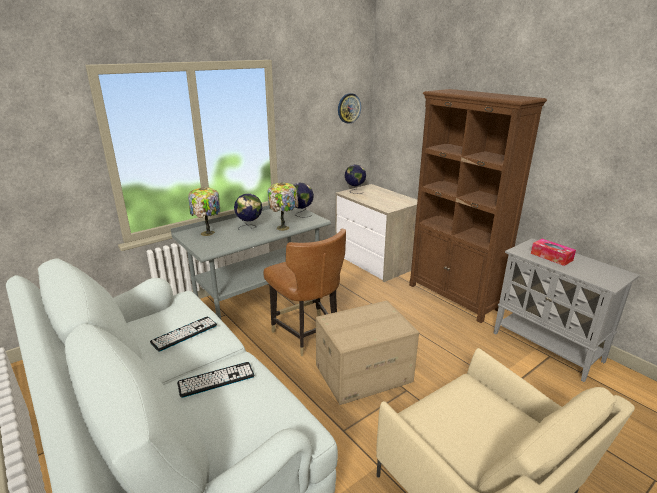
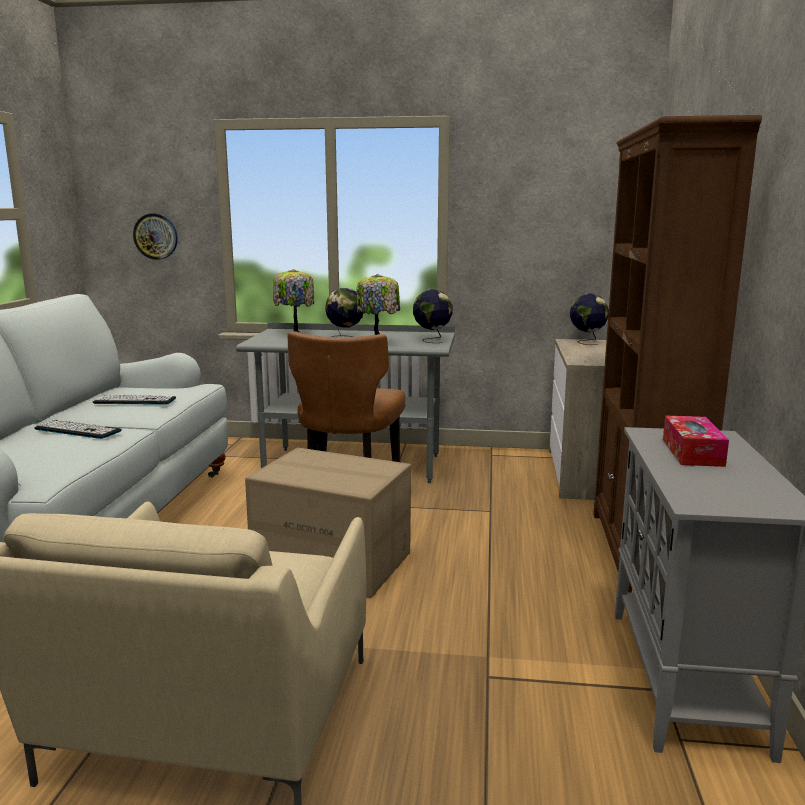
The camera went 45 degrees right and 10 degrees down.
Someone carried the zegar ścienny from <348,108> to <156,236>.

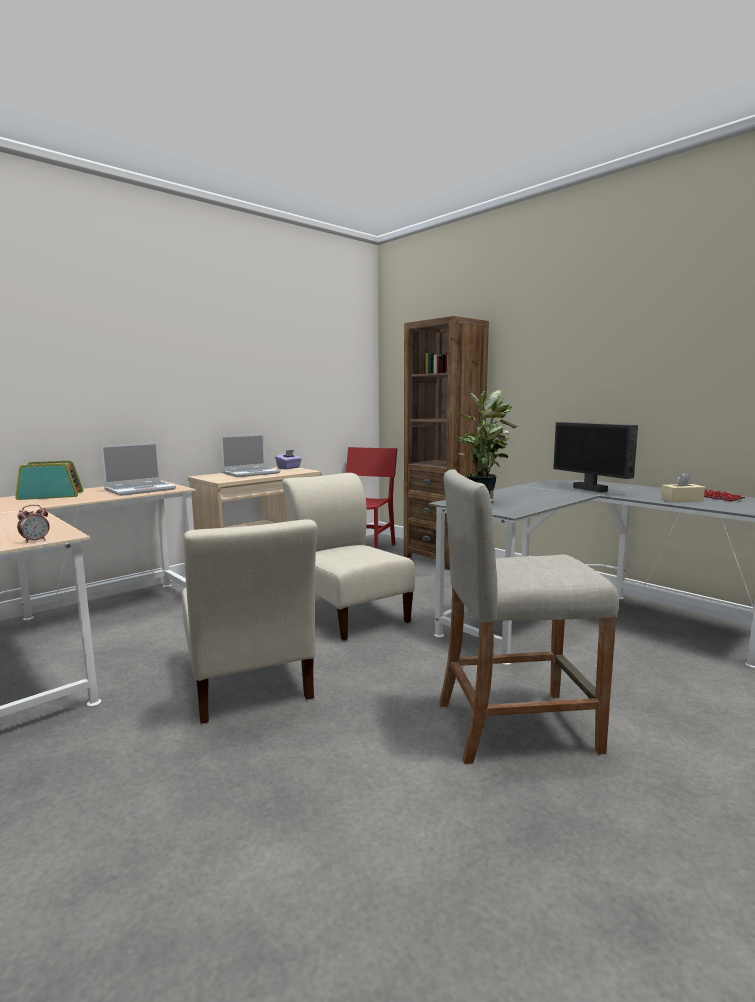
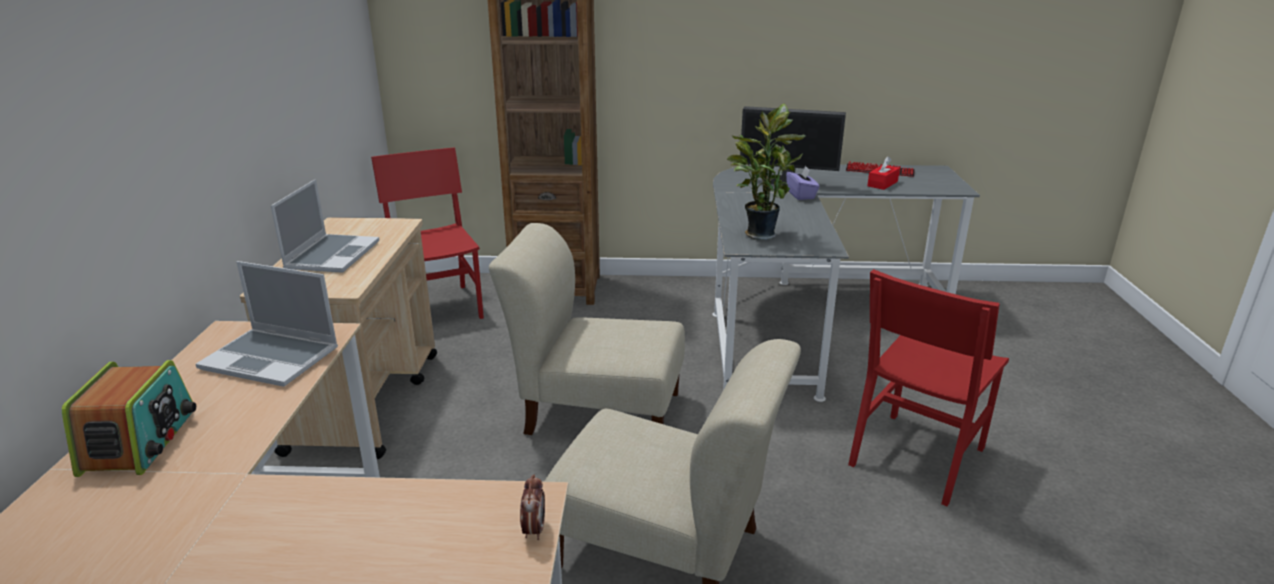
The camera went 45 degrees left and 15 degrees up.
Someone rotated the radio at <51,496> by 150 degrees clockwise.
Someone rotated the laptop at <141,490> by 105 degrees clockwise.
Someone carried the pudełko chusteczek/fioletowy from <289,468> to <801,195>.
Someone swapped the stołek/beżowy at <515,726> for the krzesło/czerwony at <917,456>.
Someone repainted the pudełko chusteczek/beżowy at <681,500>, which became the pudełko chusteczek/czerwony at <882,184>.

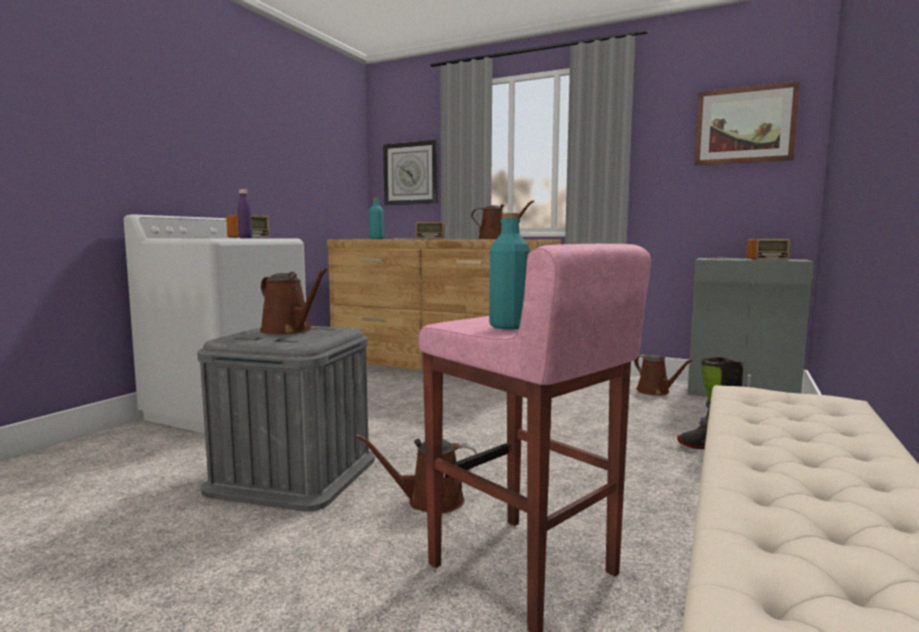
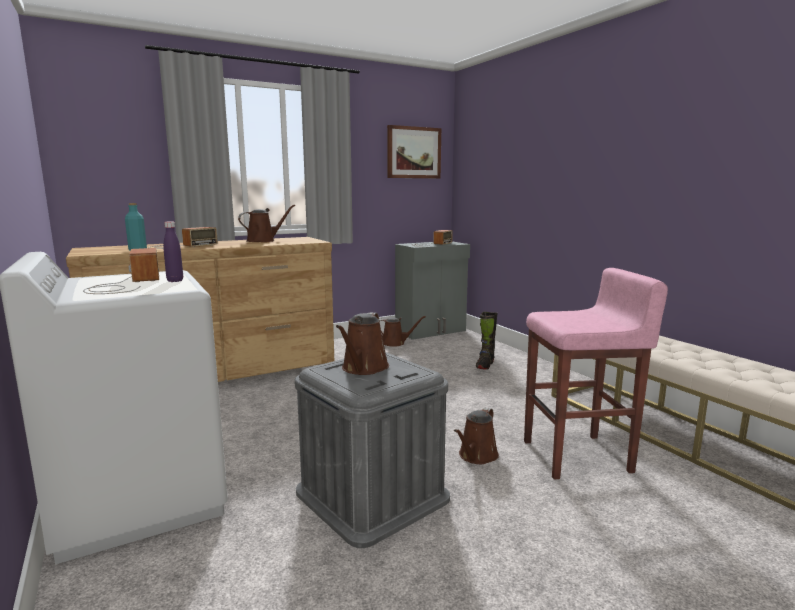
The camera went 55 degrees left and 5 degrees up.
Someone rotated the konewka/brązowy at <289,331> by 120 degrees clockwise.
Someone took away the zegar ścienny at <411,173>.
Someone took away the butelka/turkusowy at <509,326>.

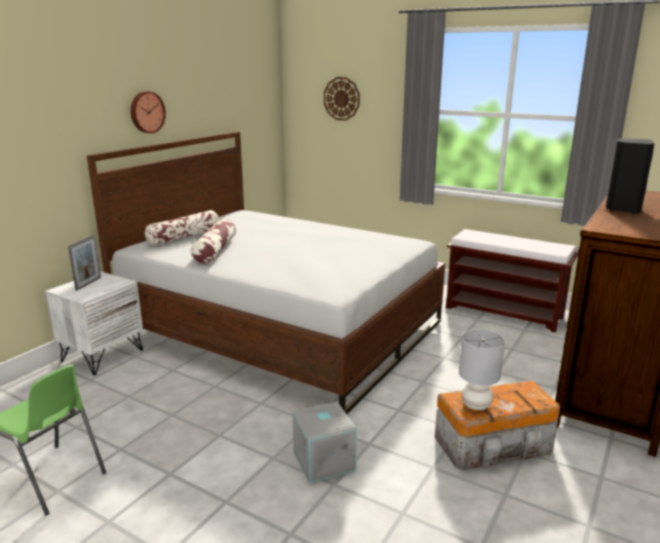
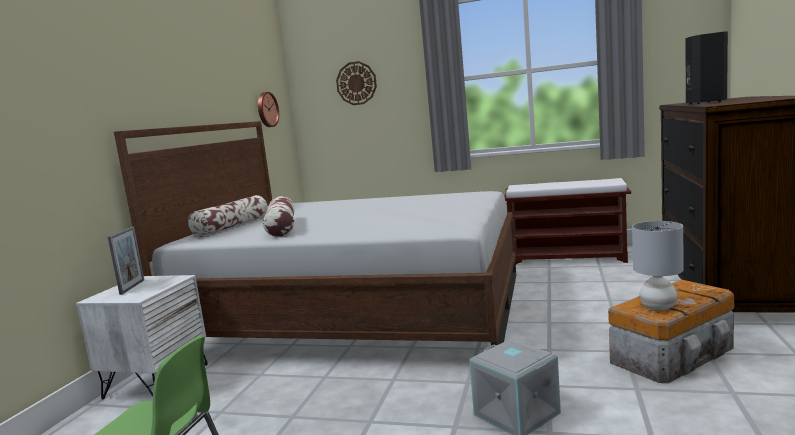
The camera went 15 degrees left and 10 degrees down.
Someone carried the zegar ścienny from <146,112> to <266,109>.

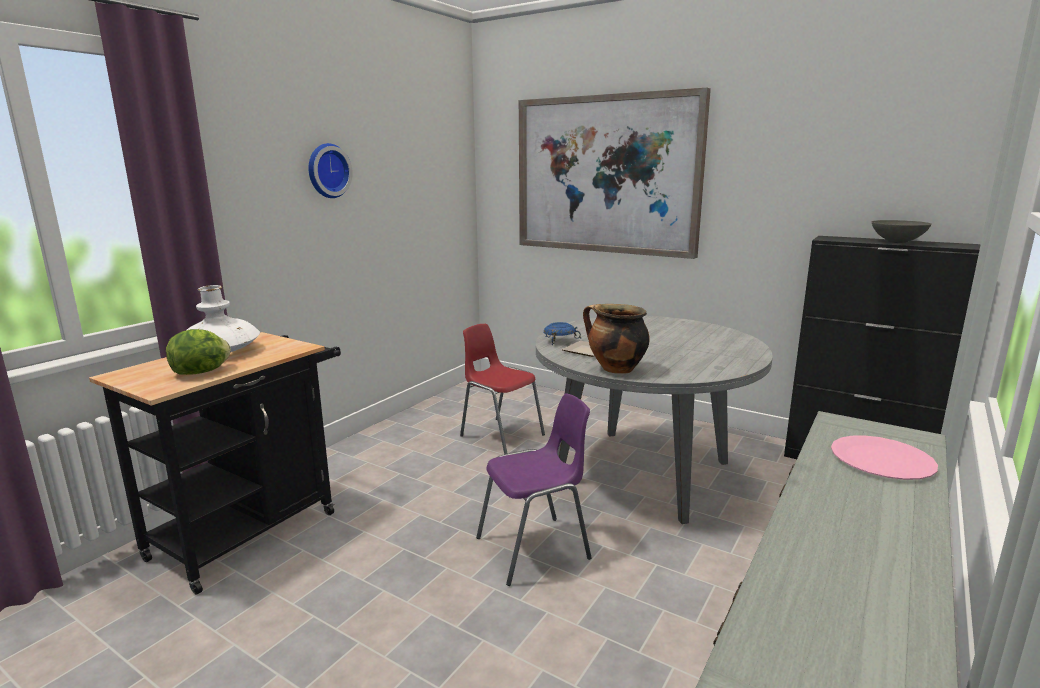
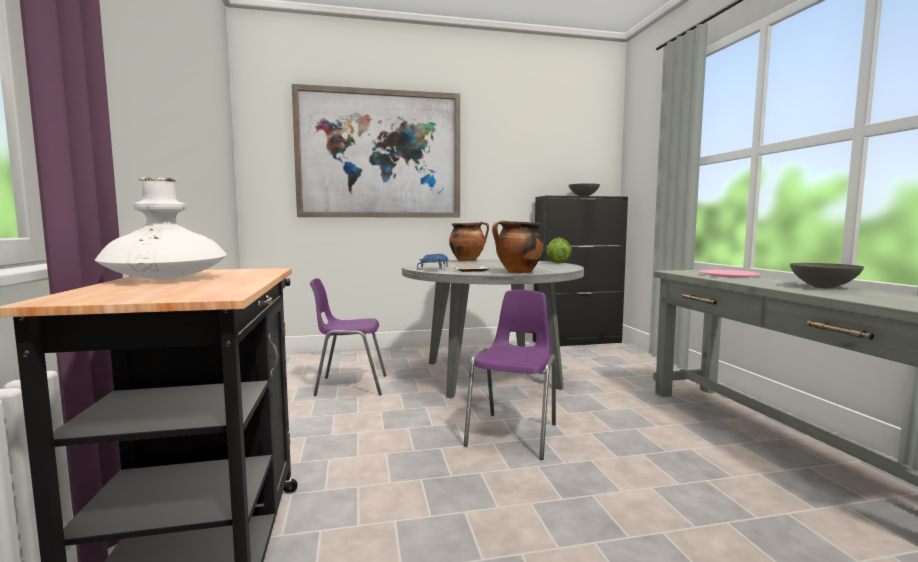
The camera went 45 degrees left and 10 degrees down.
Someone carried the sałata from <202,372> to <557,263>.
Someone took away the zegar ścienny at <327,171>.
Someone repainted the krzesło/czerwony at <500,435>, which became the krzesło/fioletowy at <349,385>.
Someone put down the garnek at <468,260>.
Someone put down the miska/szary at <822,287>.

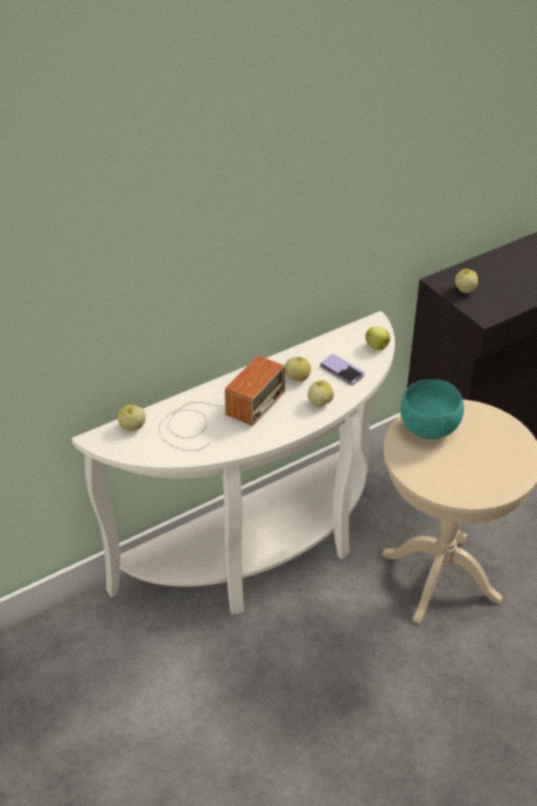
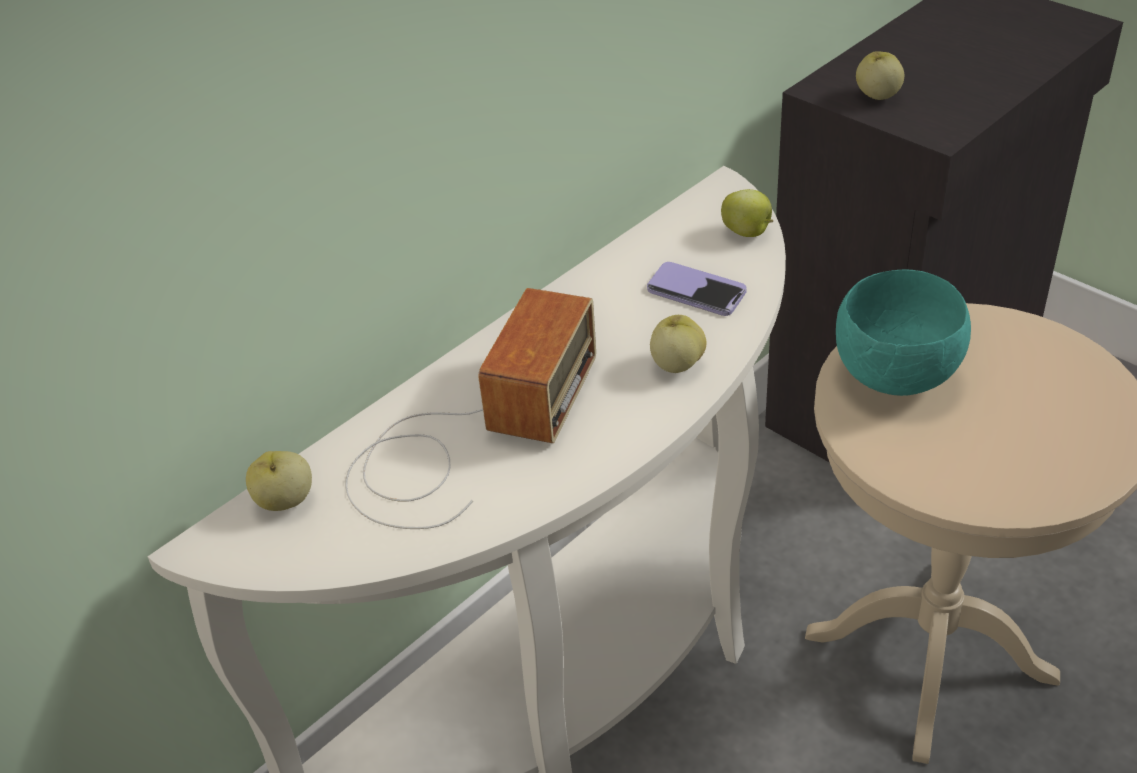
The camera went 10 degrees left and 0 degrees up.
Someone took away the jabłko at <297,378>.

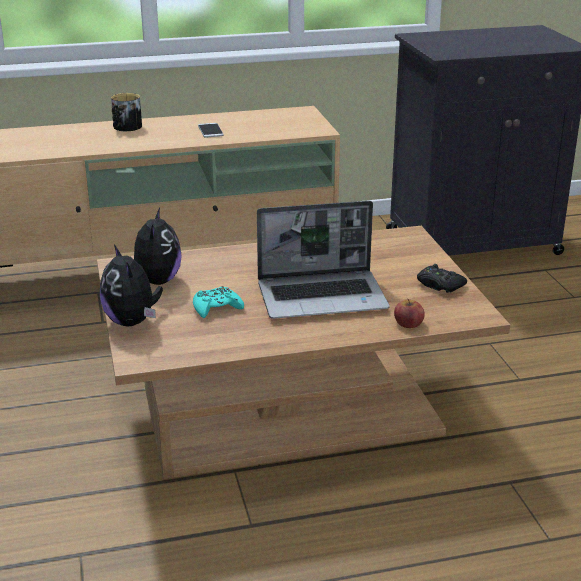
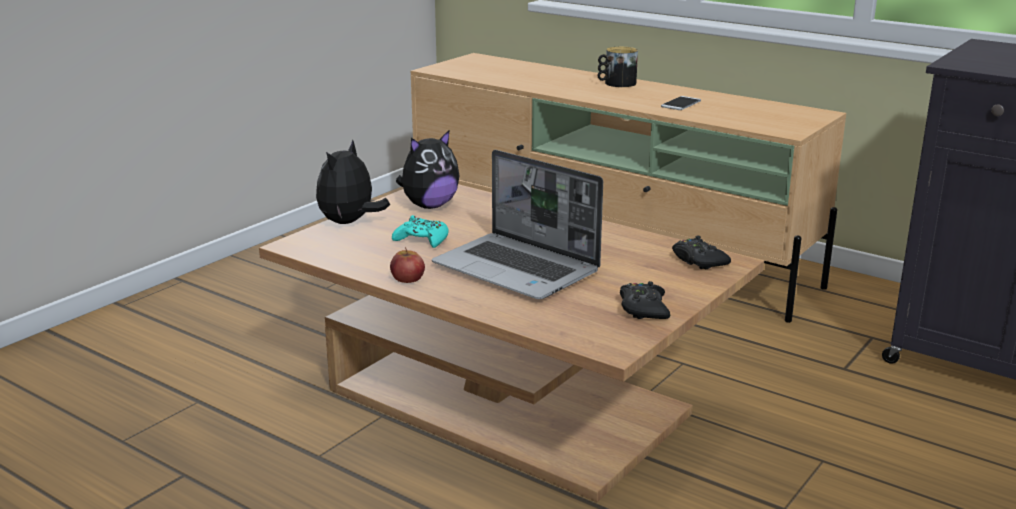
The camera went 50 degrees right and 5 degrees down.
Someone carried the jabłko from <408,323> to <407,278>.
Someone put down the pad do gier/czarny at <698,260>.

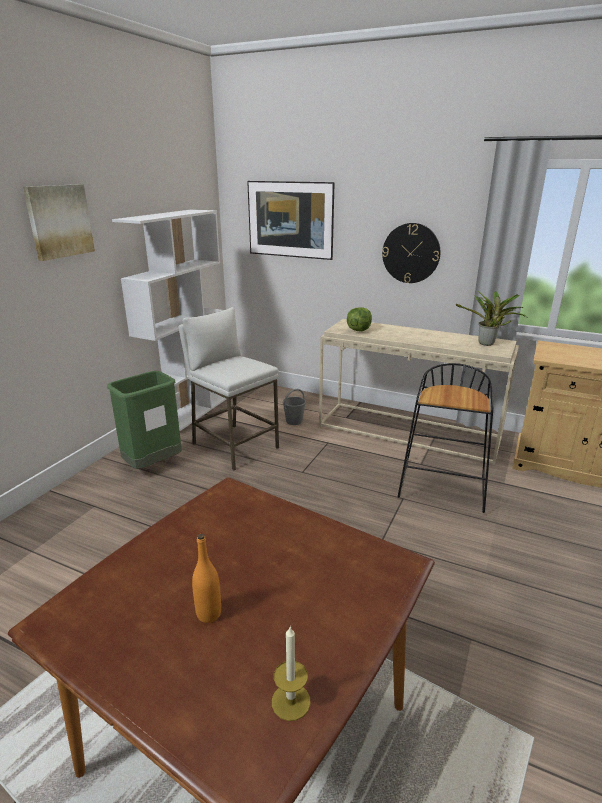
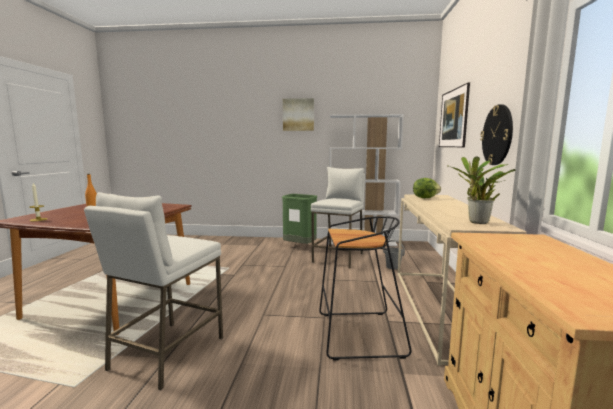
The camera went 70 degrees right and 15 degrees down.
Someone put down the stołek/biały at <167,353>.

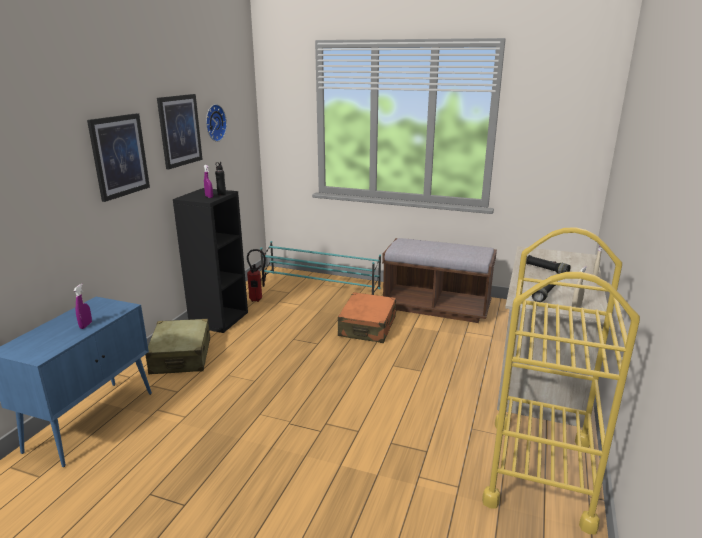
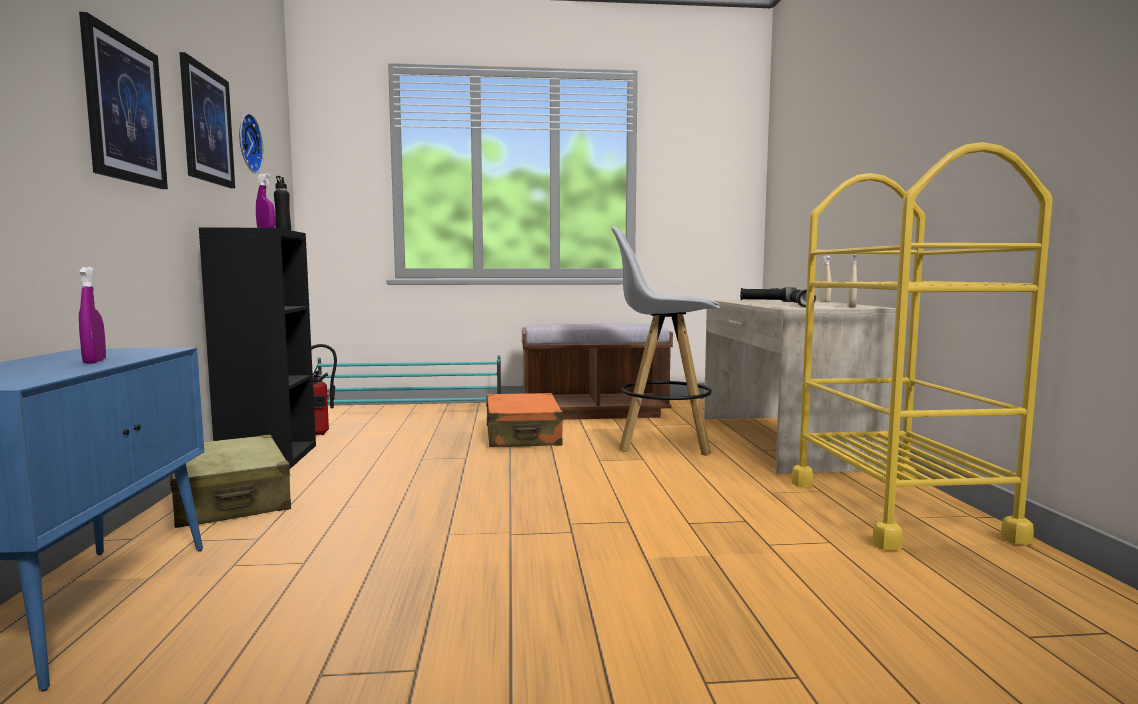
The camera went 25 degrees left and 15 degrees down.
Someone put down the stołek/biały at <662,442>.

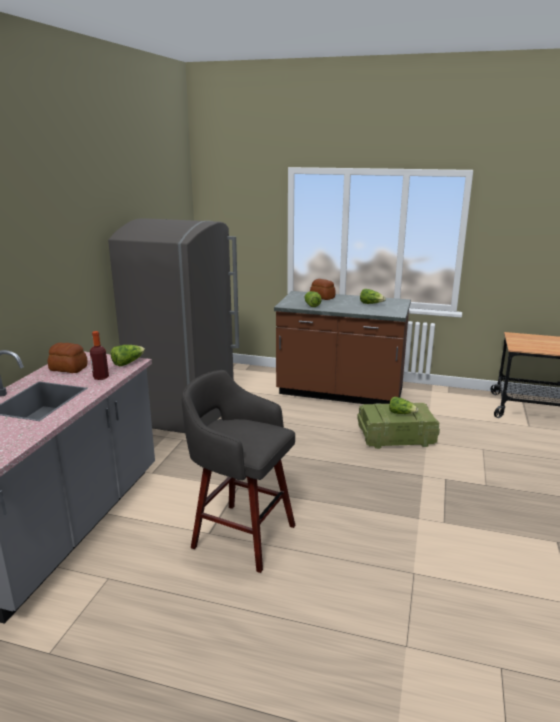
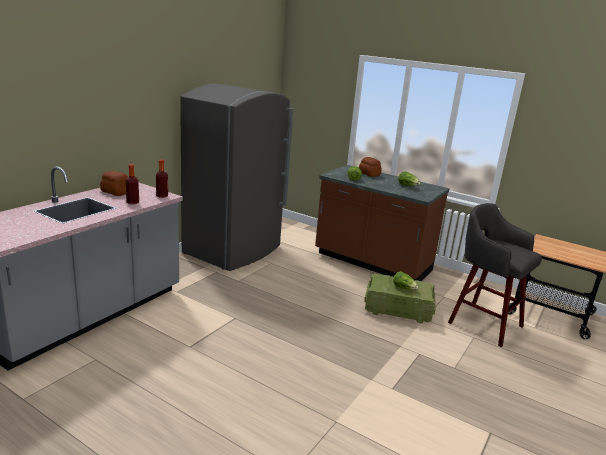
The camera went 15 degrees right and 0 degrees up.
Someone swapped the sałata at <128,363> for the butelka at <162,196>.
Someone carried the stołek/szary from <241,535> to <483,323>.

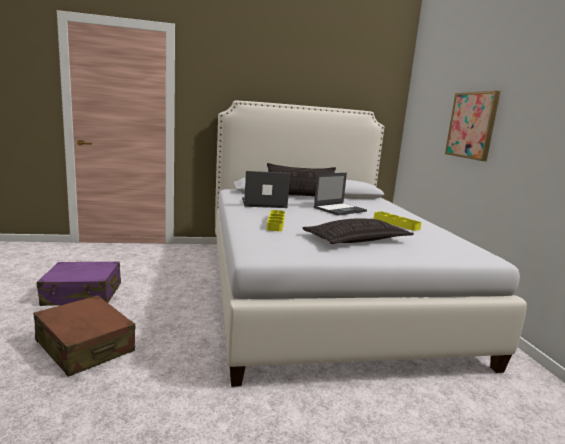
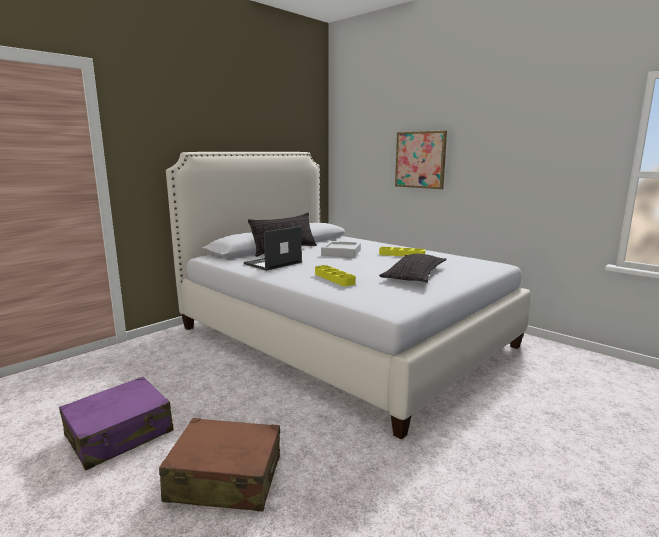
The camera went 35 degrees left and 0 degrees up.
Someone swapped the laptop at <340,209> for the taca/szary at <341,253>.

